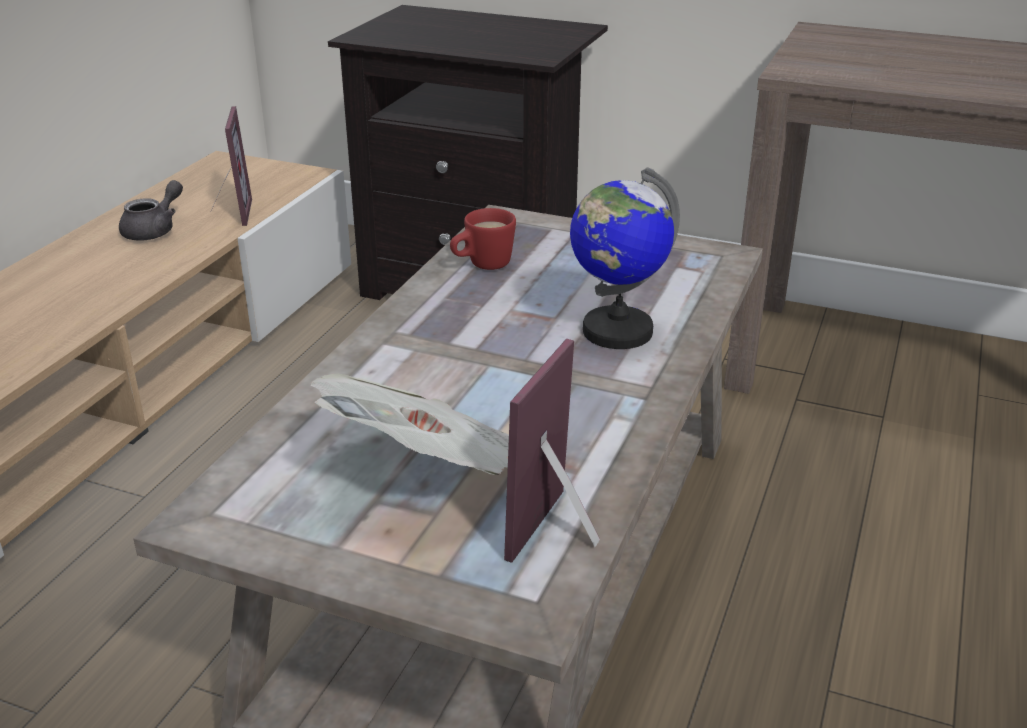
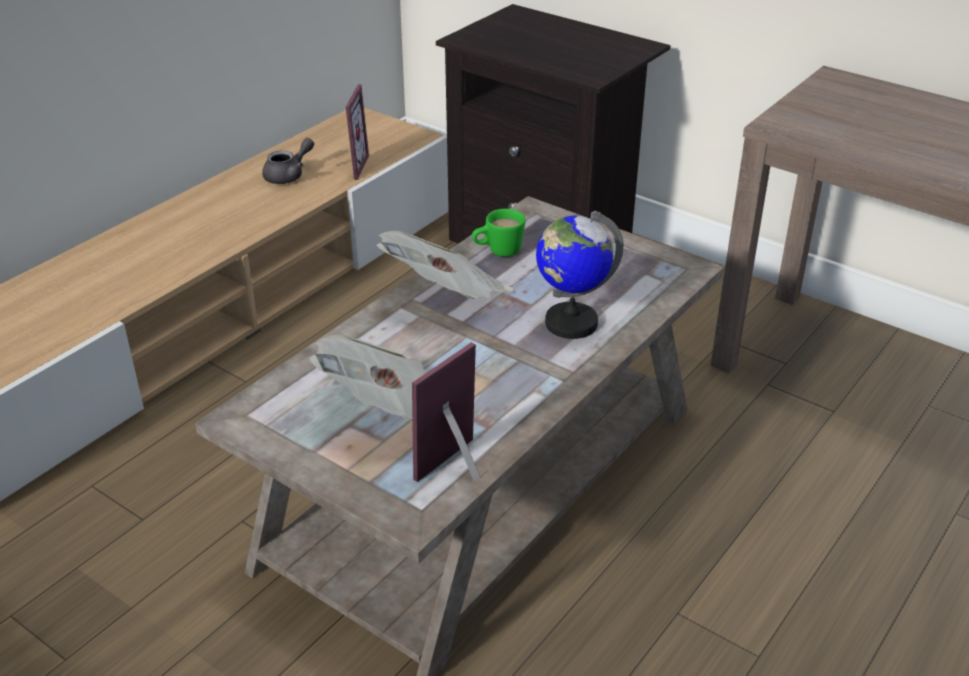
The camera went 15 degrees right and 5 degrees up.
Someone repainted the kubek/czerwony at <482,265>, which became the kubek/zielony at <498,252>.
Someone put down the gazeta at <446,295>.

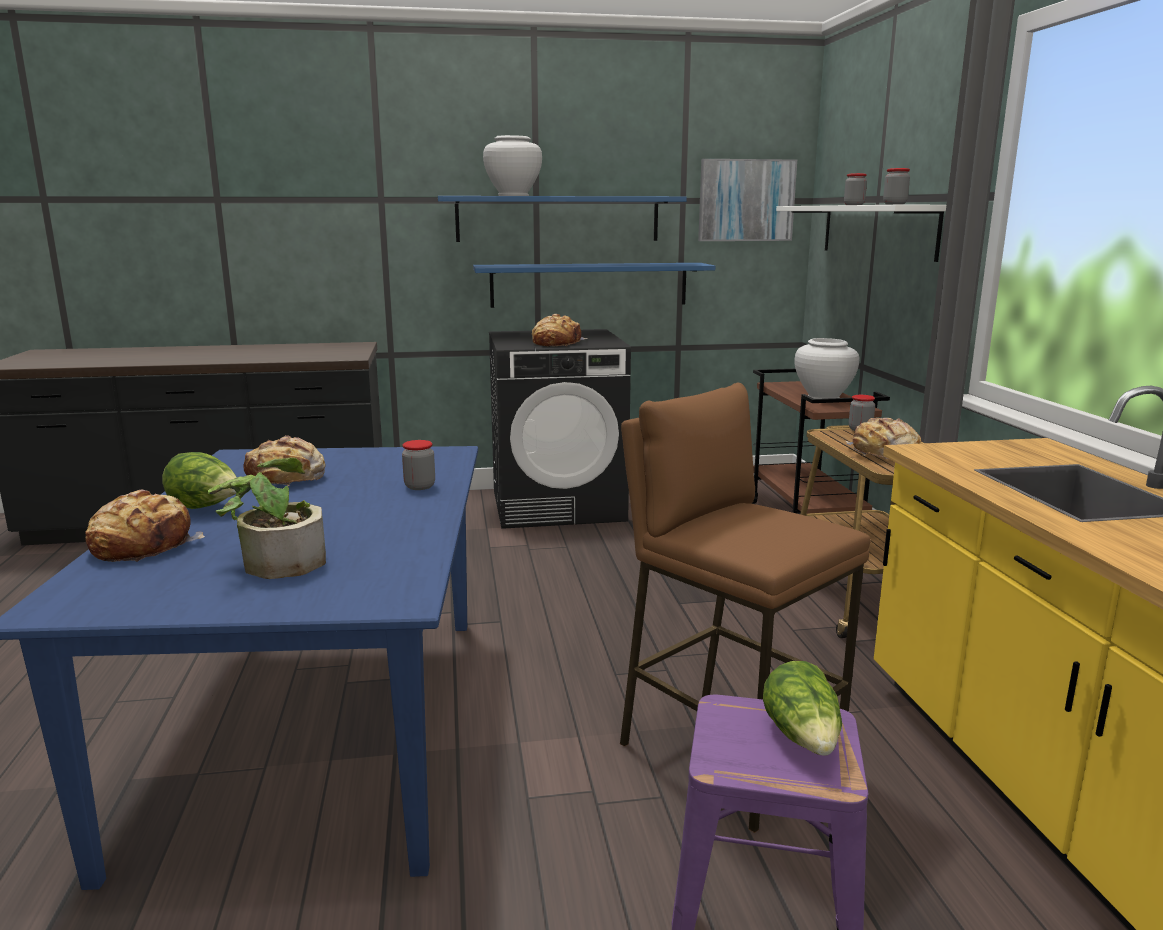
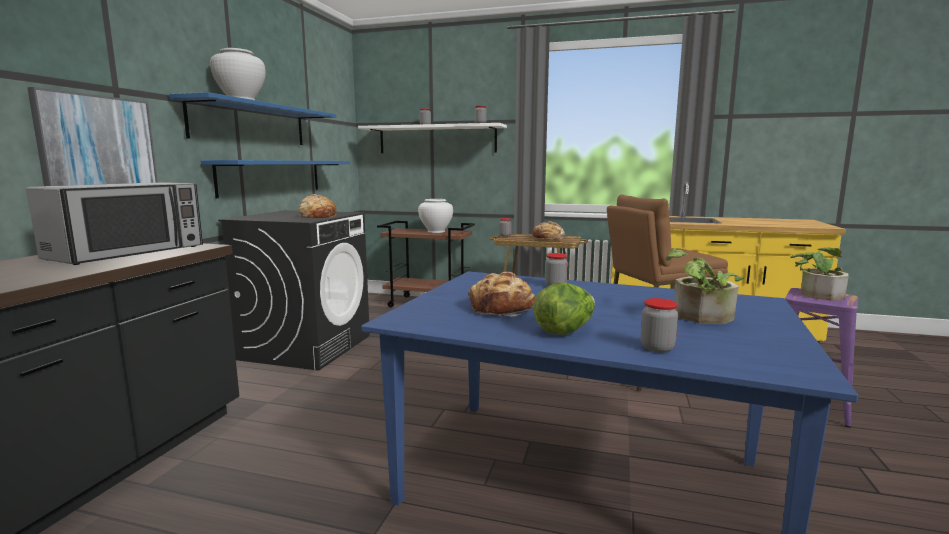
The camera went 65 degrees left and 5 degrees down.
Someone swapped the chleb at <144,545> for the słoik at <657,348>.
Someone carried the obraz from <746,200> to <97,143>.
Someone swapped the sałata at <803,738> for the roślina doniczkowa at <816,294>.
Someone put down the mikrofalówka at <129,253>.

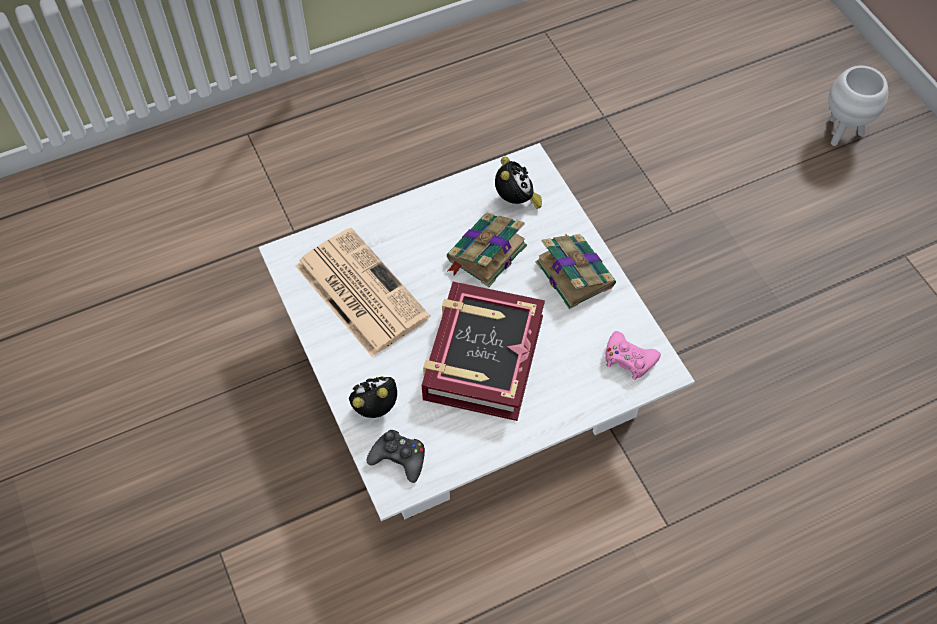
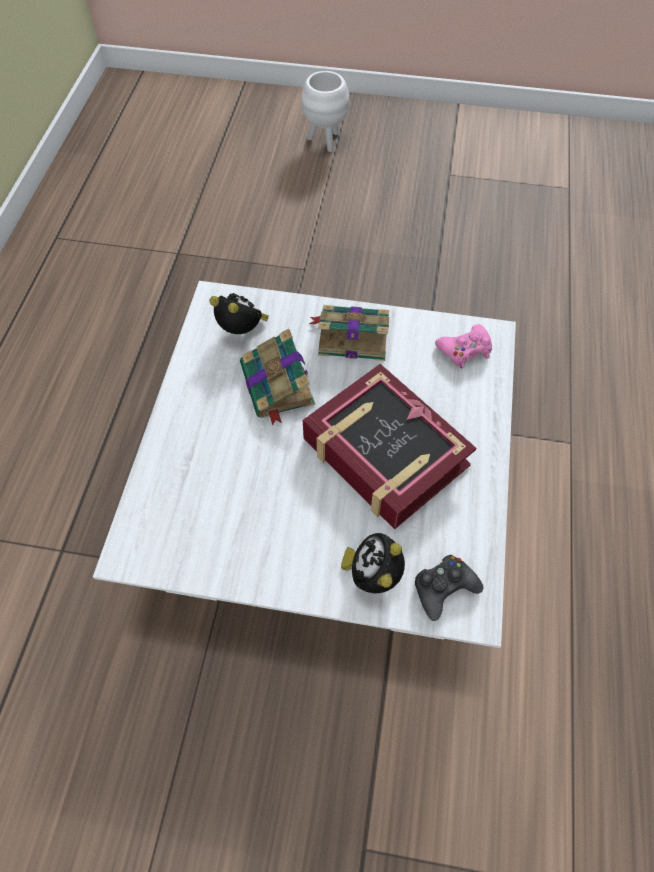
The camera went 55 degrees left and 0 degrees up.
Someone took away the gazeta at <359,291>.

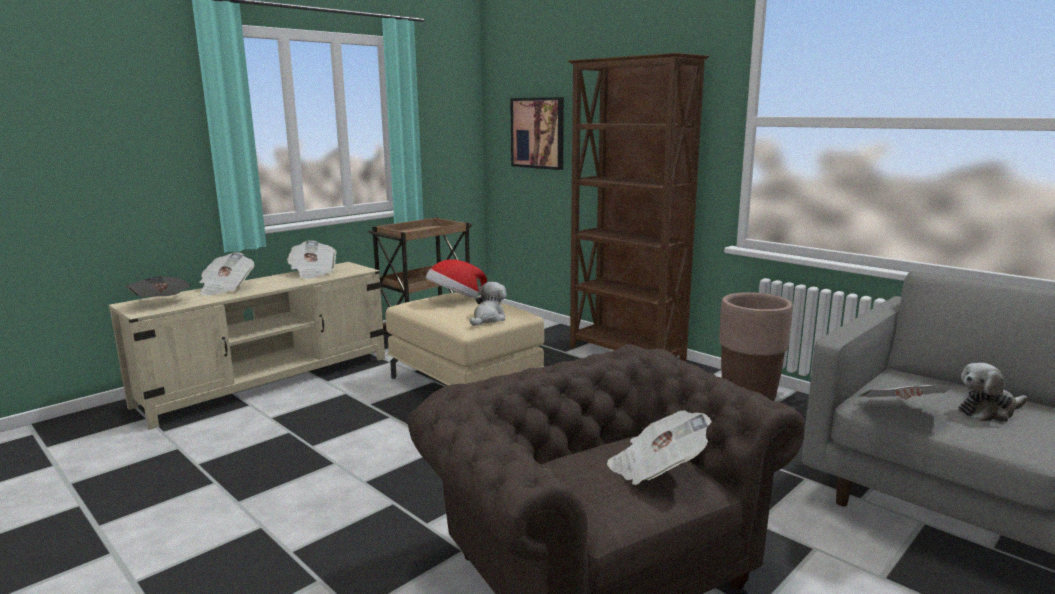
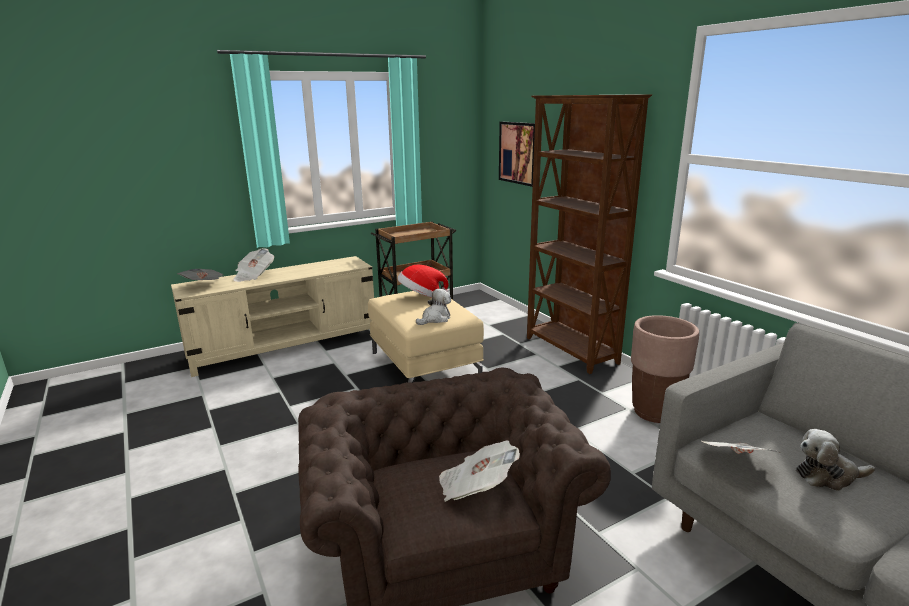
The camera went 15 degrees right and 5 degrees up.
Someone took away the gazeta at <313,273>.

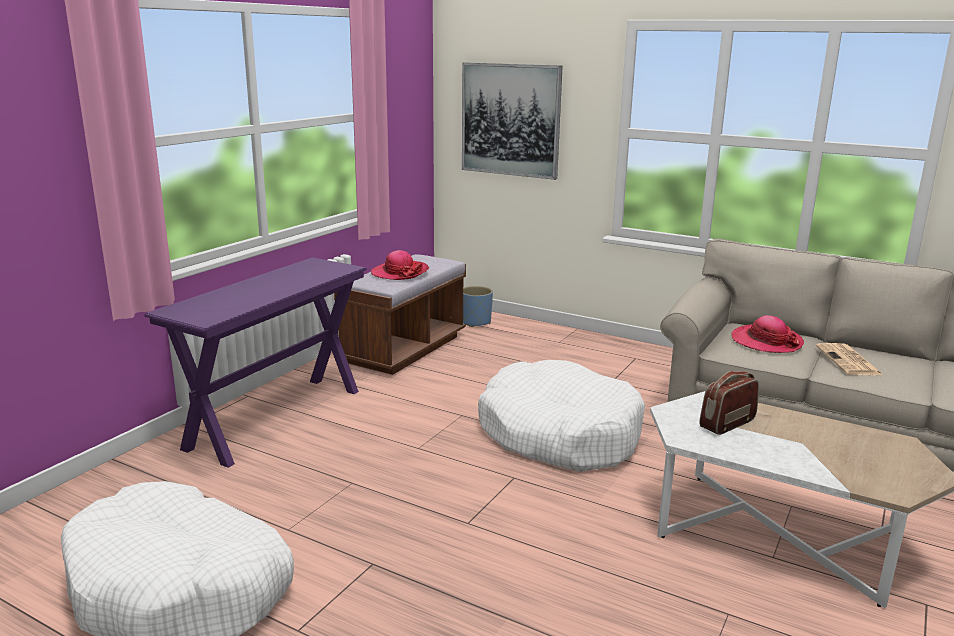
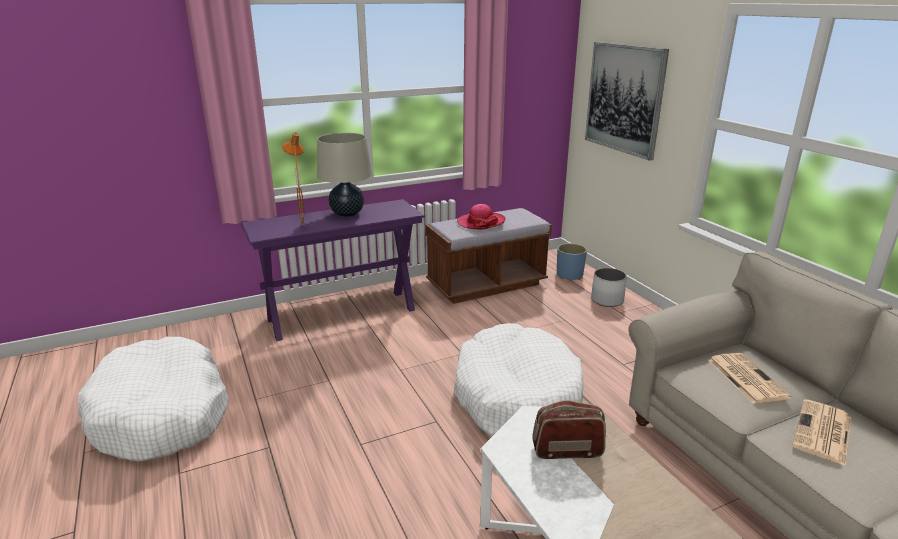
The camera went 35 degrees right and 5 degrees up.
Someone swapped the kapelusz at <766,342> for the gazeta at <745,378>.
Someone put down the lampa stołowa/pomarańczowy at <301,225>.
Someone put down the lampa stołowa/beżowy at <347,214>.
Someone put down the donica/biały at <607,300>.

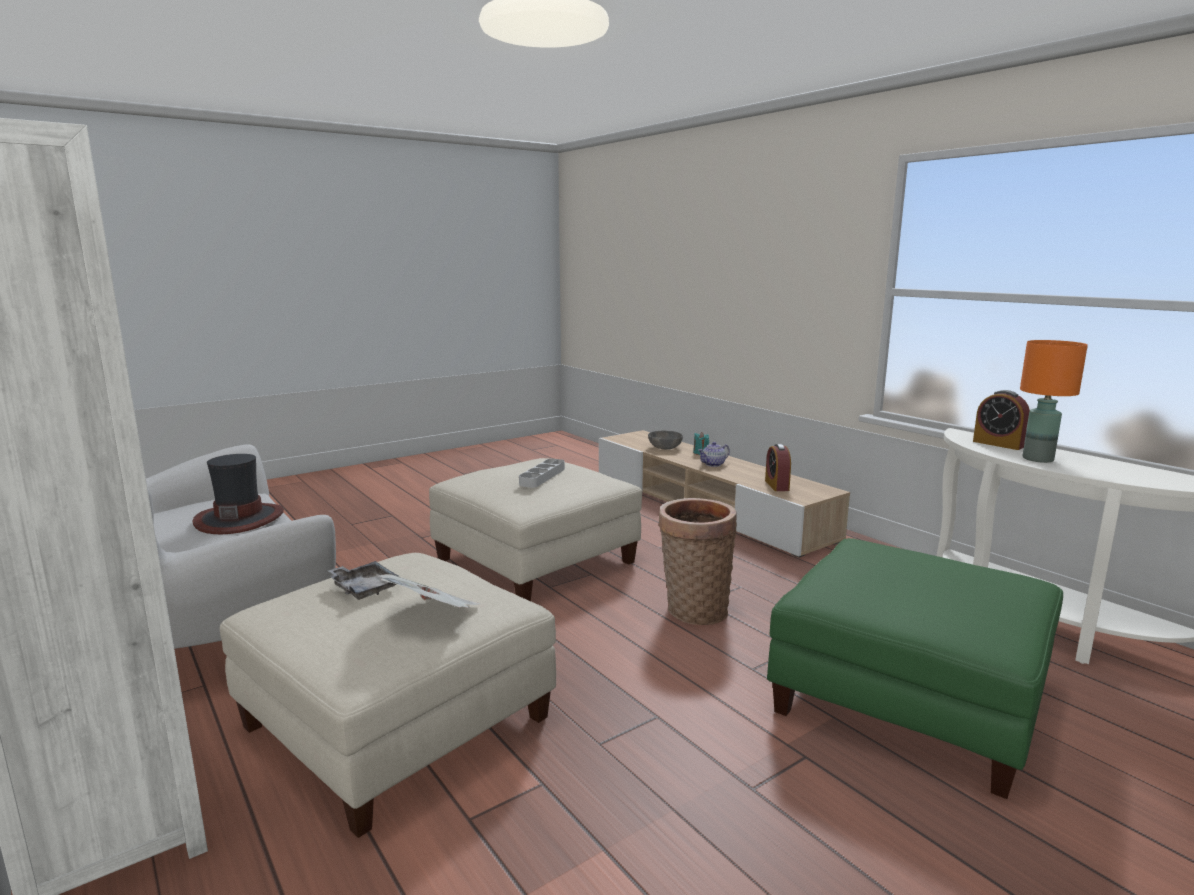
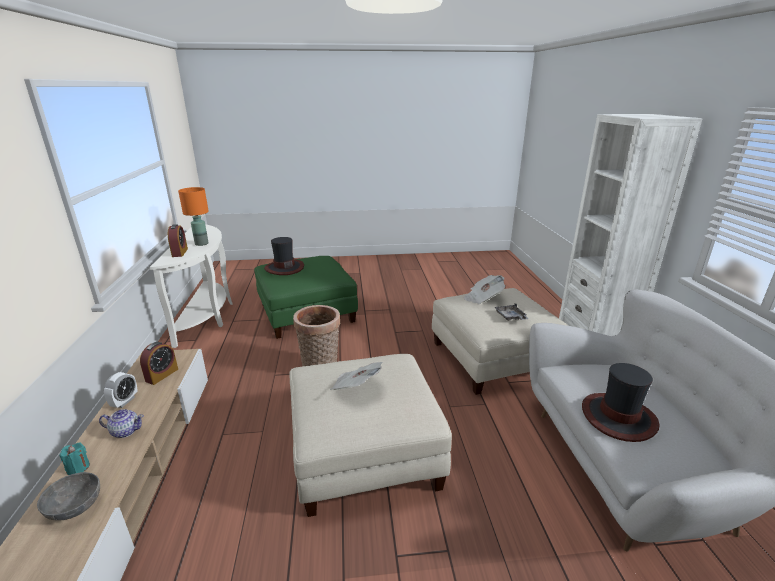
The camera went 150 degrees left and 10 degrees up.
Someone swapped the taca/szary at <542,477> for the gazeta at <356,387>.
Someone put down the budzik at <124,401>.
Someone put down the kapelusz at <284,268>.

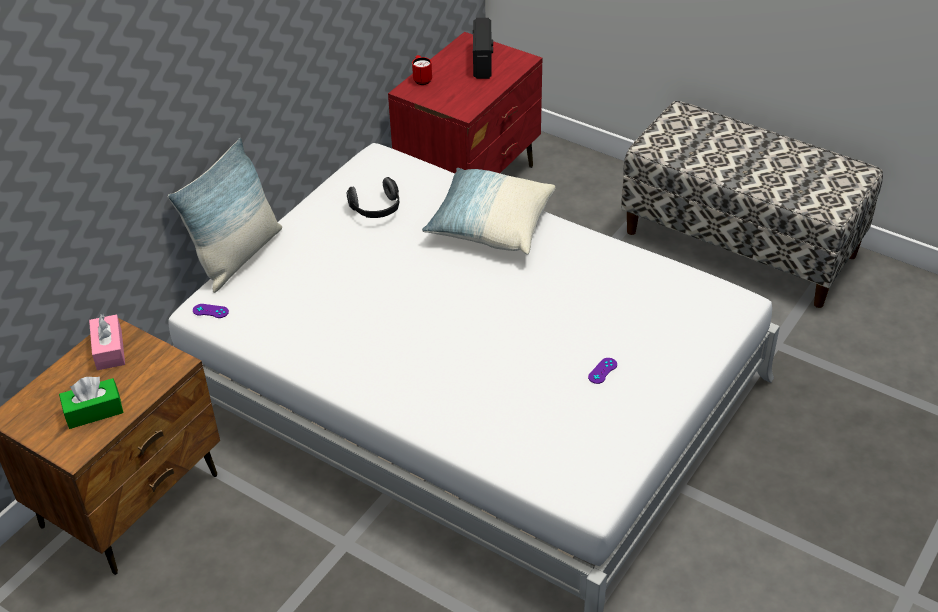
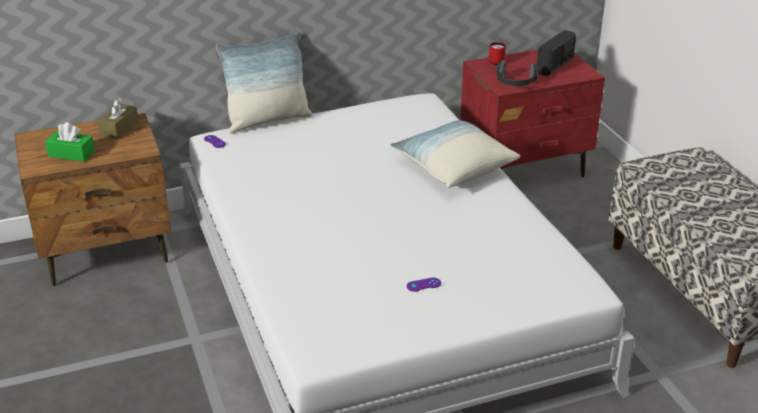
The camera went 35 degrees right and 10 degrees down.
Someone repainted the pudełko chusteczek/różowy at <109,350>, which became the pudełko chusteczek/brązowy at <119,128>.
Someone carried the słuchawki from <376,210> to <515,84>.

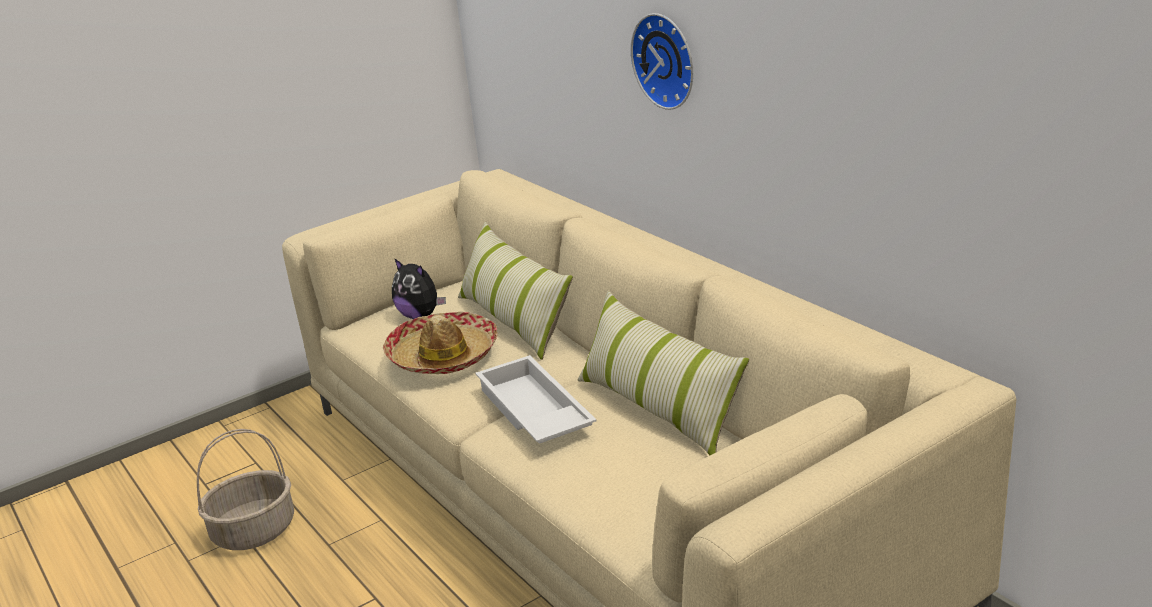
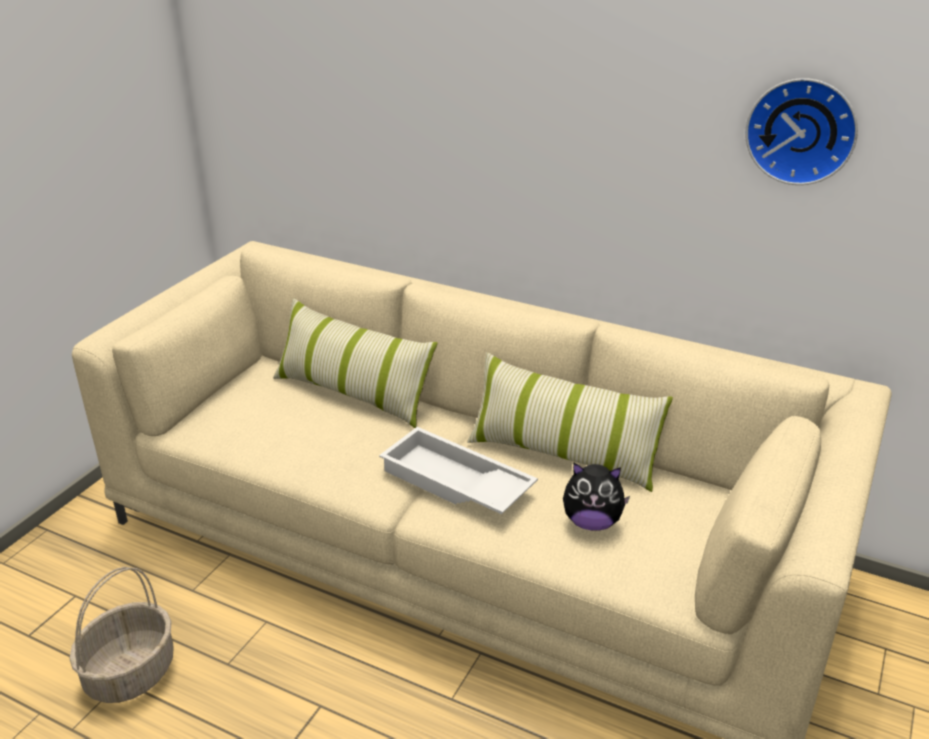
The camera went 30 degrees left and 5 degrees up.
Someone took away the kapelusz at <443,356>.
Someone carried the pluszak from <420,316> to <592,522>.
Someone carried the zegar ścienny from <667,60> to <801,130>.

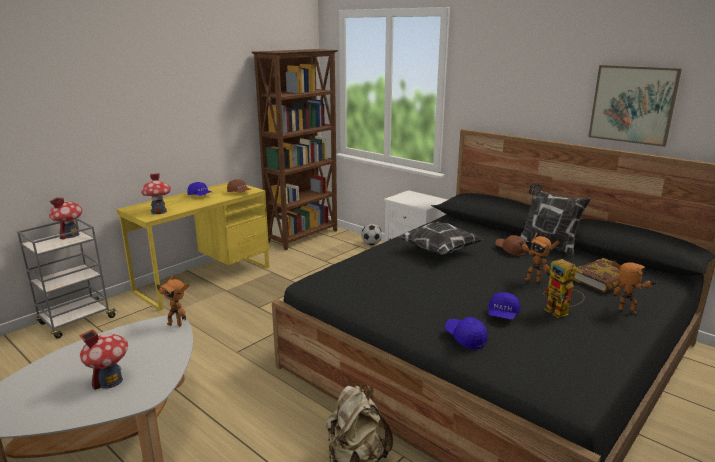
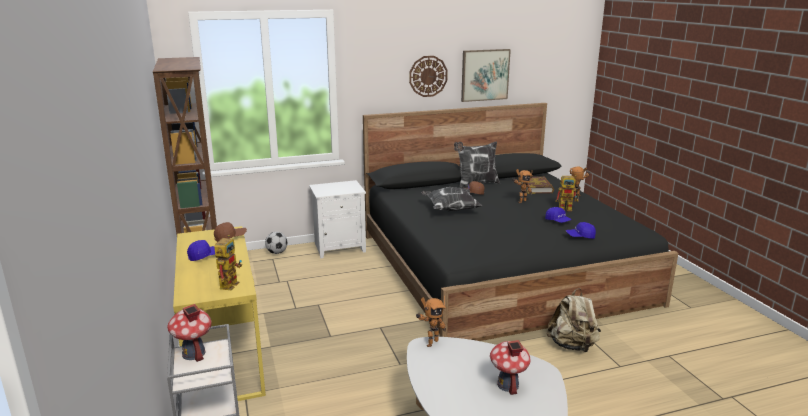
The camera went 60 degrees left and 0 degrees up.
Someone swapped the domek at <159,212> for the robot zabawkowy at <229,283>.
Someone put up the zegar ścienny at <428,76>.

